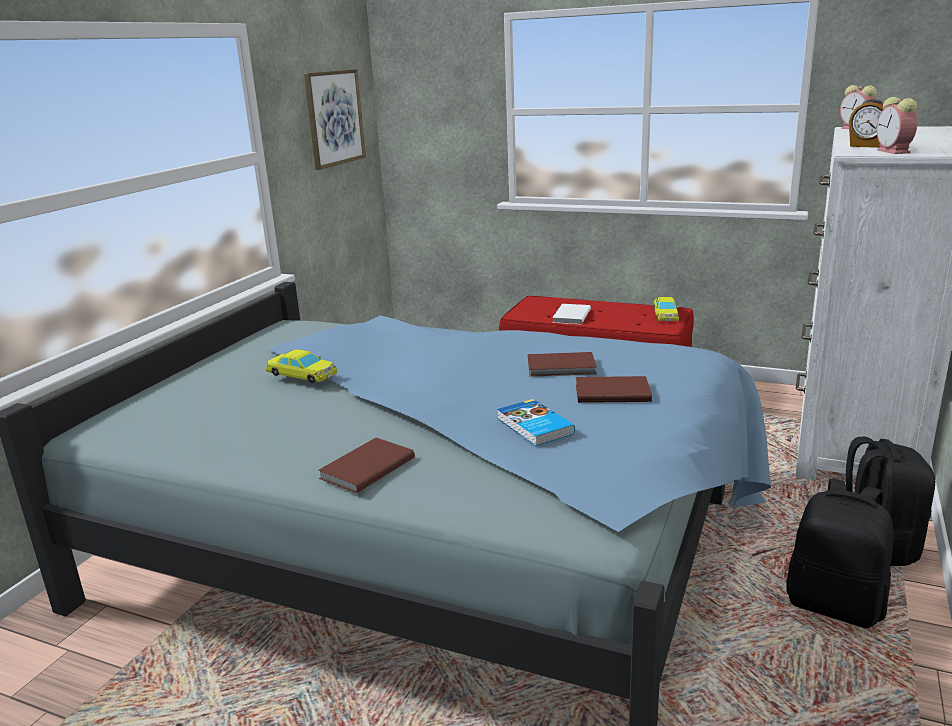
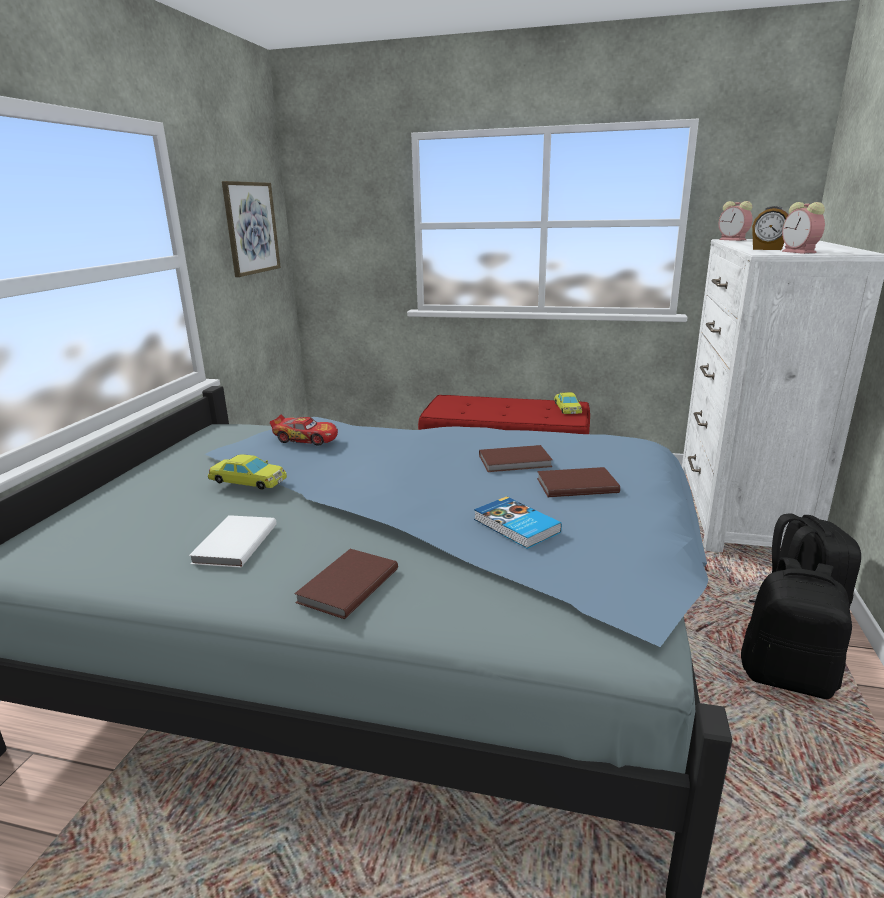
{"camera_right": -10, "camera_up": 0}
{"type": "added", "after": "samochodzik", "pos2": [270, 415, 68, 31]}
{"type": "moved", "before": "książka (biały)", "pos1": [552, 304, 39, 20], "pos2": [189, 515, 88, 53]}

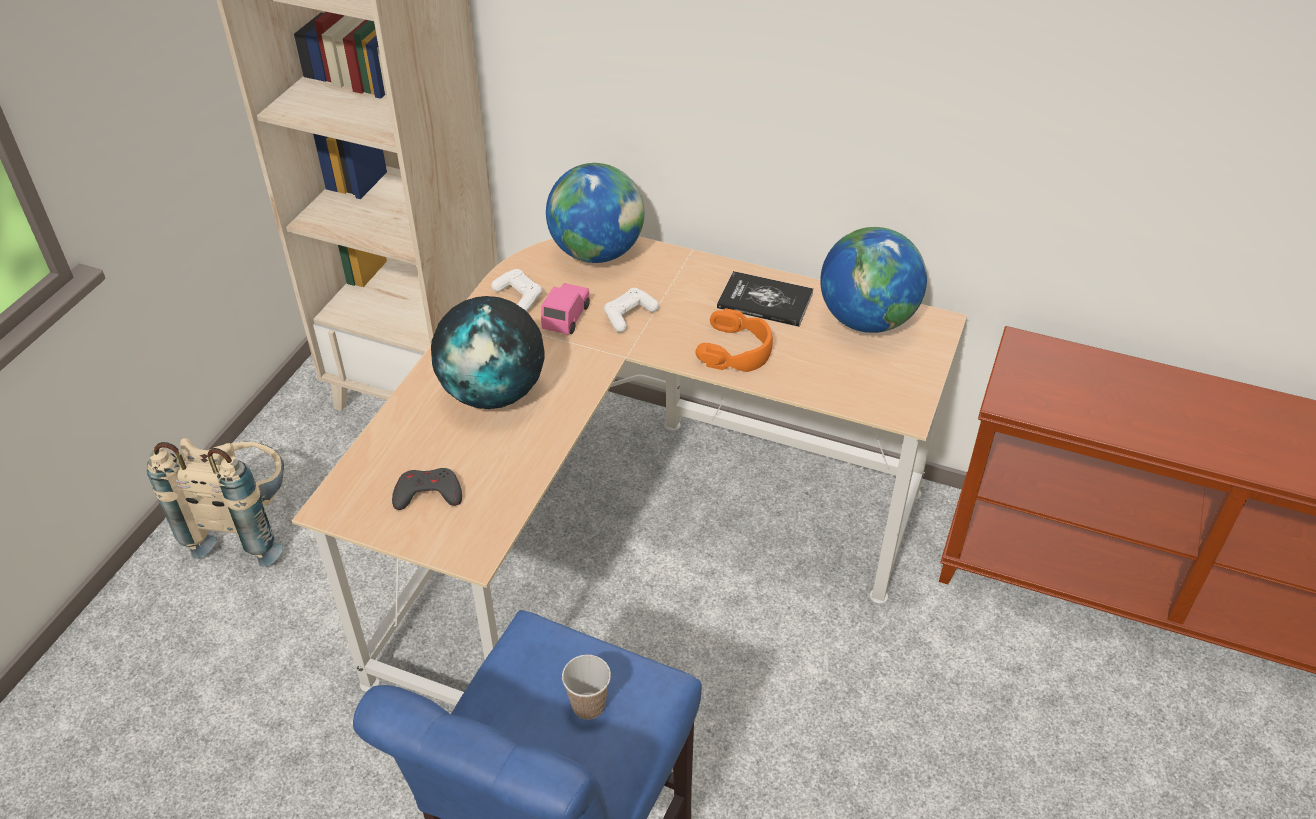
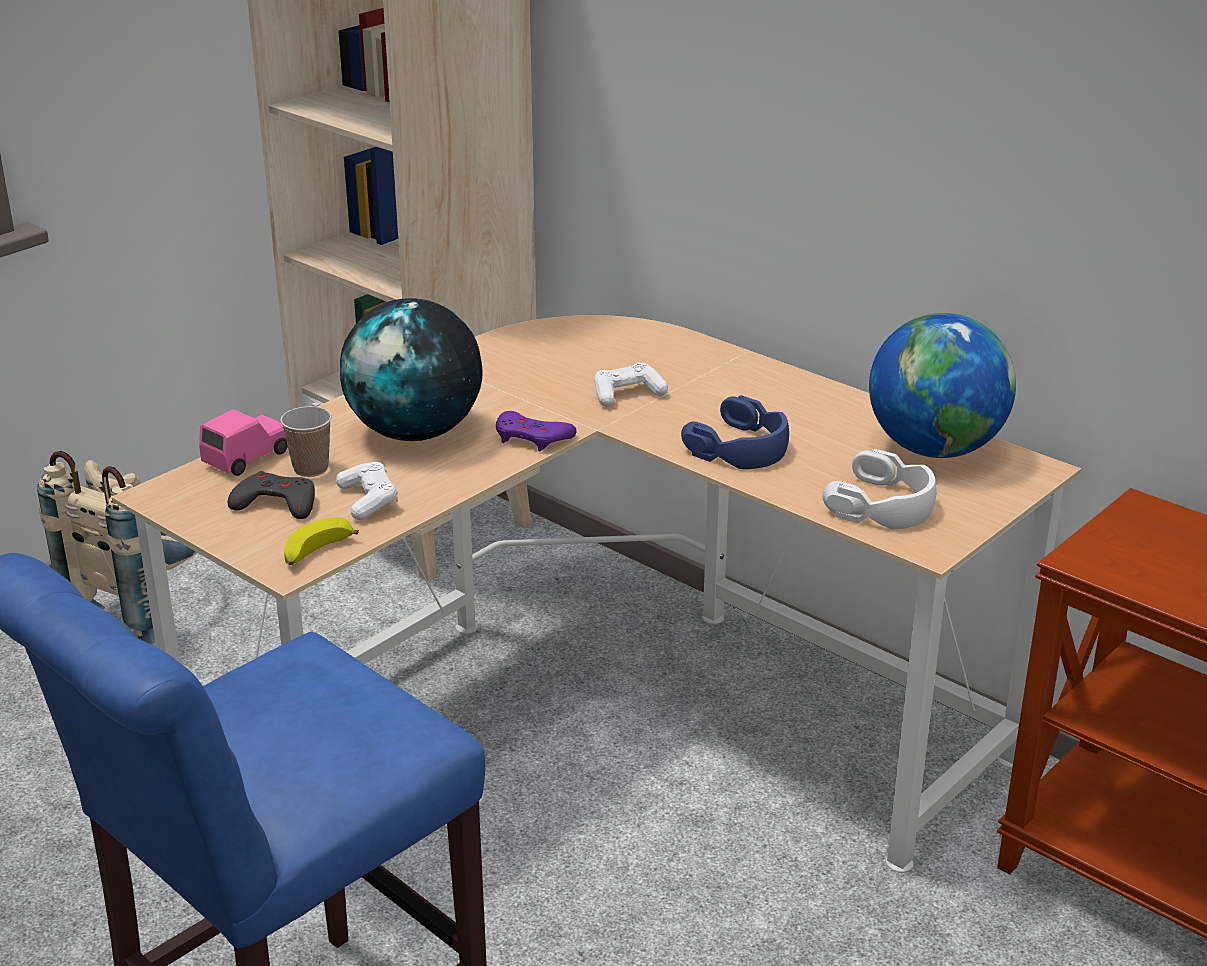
{"camera_right": 20, "camera_up": -15}
{"type": "removed", "before": "globus", "pos1": [546, 163, 98, 100]}
{"type": "removed", "before": "książka", "pos1": [717, 271, 96, 56]}
{"type": "added", "after": "banan", "pos2": [284, 517, 75, 48]}
{"type": "added", "after": "pad do gier (fioletowy)", "pos2": [496, 411, 80, 40]}
{"type": "added", "after": "słuchawki (biały)", "pos2": [822, 449, 114, 80]}
{"type": "moved", "before": "pad do gier (biały)", "pos1": [491, 269, 51, 43], "pos2": [336, 462, 62, 58]}
{"type": "moved", "before": "samochodzik (różowy)", "pos1": [541, 283, 49, 52], "pos2": [199, 409, 89, 67]}
{"type": "moved", "before": "filiżanka", "pos1": [562, 655, 49, 65], "pos2": [280, 406, 52, 71]}
{"type": "recoloured", "before": "słuchawki (pomarańczowy)", "after": "słuchawki (niebieski)", "pos1": [695, 308, 78, 64], "pos2": [681, 396, 108, 73]}

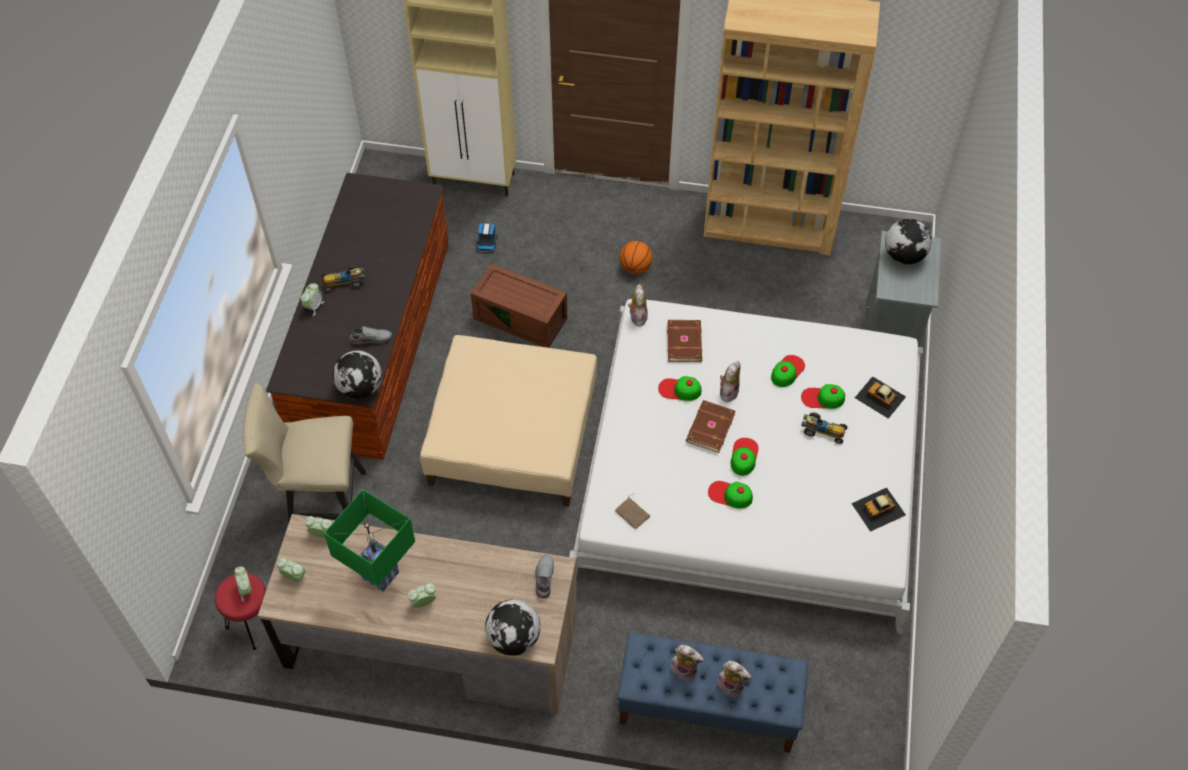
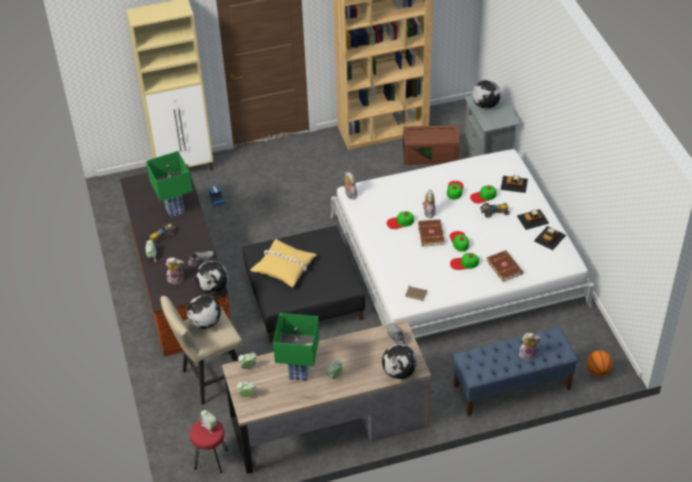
{"camera_right": -25, "camera_up": -10}
{"type": "added", "after": "lampa stołowa (zielony)", "pos2": [146, 151, 47, 66]}
{"type": "added", "after": "globus", "pos2": [187, 295, 34, 34]}
{"type": "added", "after": "poduszka (żółty)", "pos2": [250, 239, 66, 48]}
{"type": "added", "after": "samochodzik", "pos2": [517, 209, 32, 21]}
{"type": "moved", "before": "pojemnik do przechowywania (brązowy)", "pos1": [471, 264, 96, 84], "pos2": [403, 125, 57, 40]}
{"type": "moved", "before": "piłka do koszykówki", "pos1": [619, 241, 33, 33], "pos2": [587, 350, 26, 26]}
{"type": "moved", "before": "książka (brązowy)", "pos1": [667, 320, 35, 42], "pos2": [486, 250, 37, 32]}
{"type": "moved", "before": "pluszak", "pos1": [671, 645, 33, 35], "pos2": [166, 258, 18, 26]}
{"type": "recoloured", "before": "pufa (beżowy)", "after": "pufa (czarny)", "pos1": [420, 335, 177, 172], "pos2": [242, 226, 123, 116]}

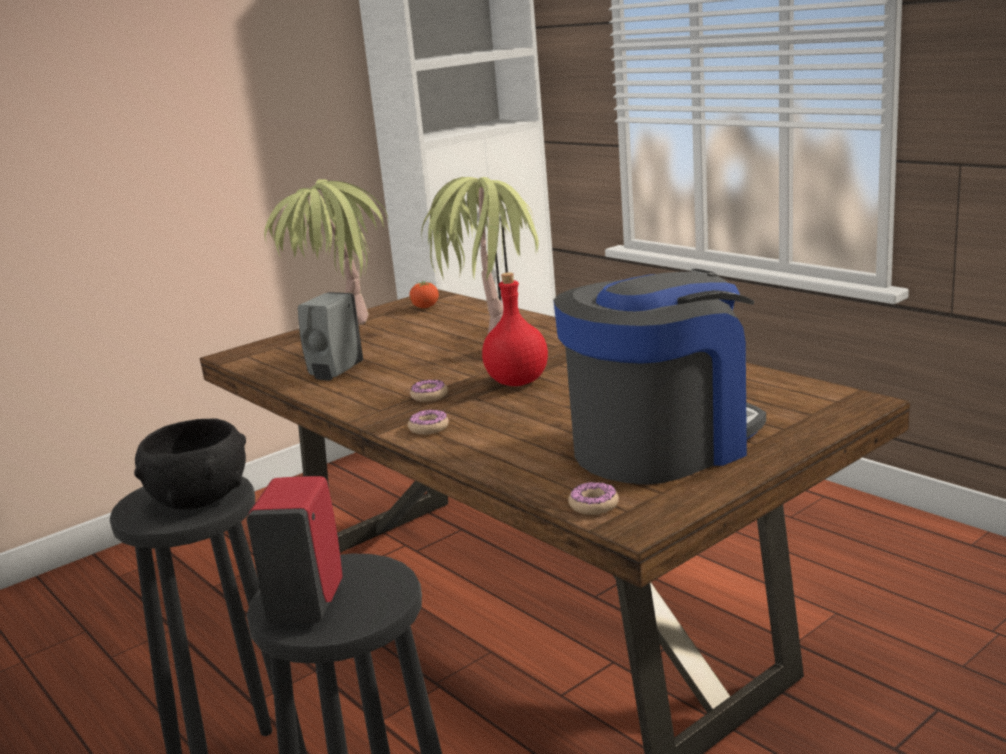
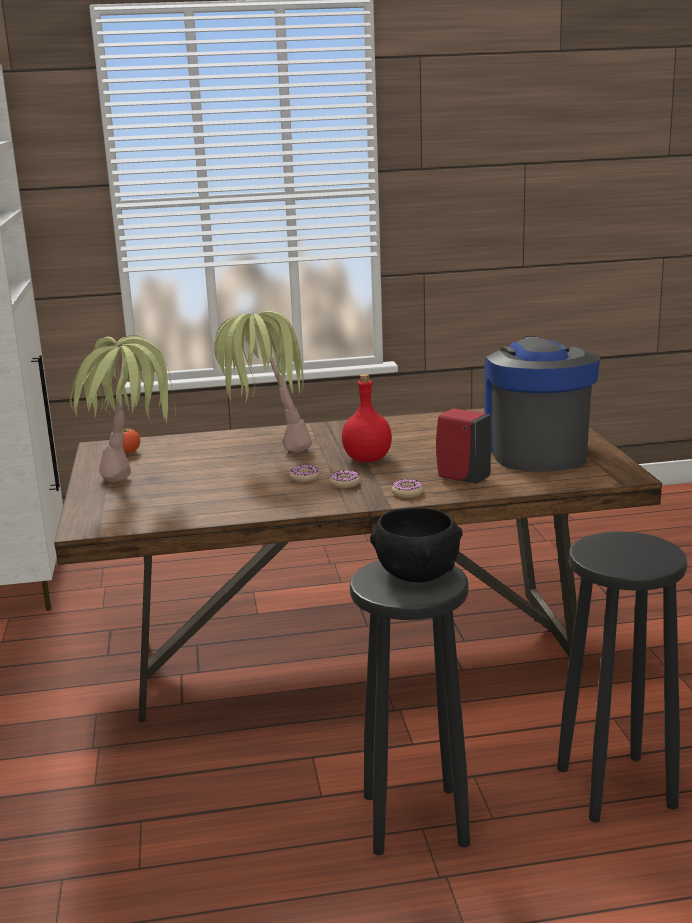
{"camera_right": -60, "camera_up": 0}
{"type": "removed", "before": "dozownik mydła (szary)", "pos1": [298, 292, 65, 89]}
{"type": "moved", "before": "dozownik mydła (czerwony)", "pos1": [247, 476, 96, 148], "pos2": [436, 408, 55, 76]}
{"type": "moved", "before": "donut", "pos1": [568, 482, 51, 33], "pos2": [289, 465, 31, 17]}

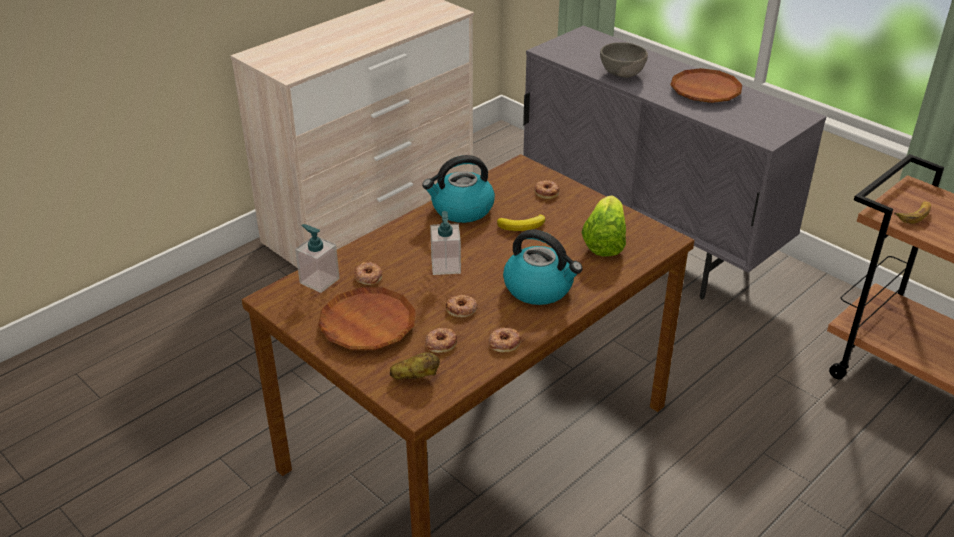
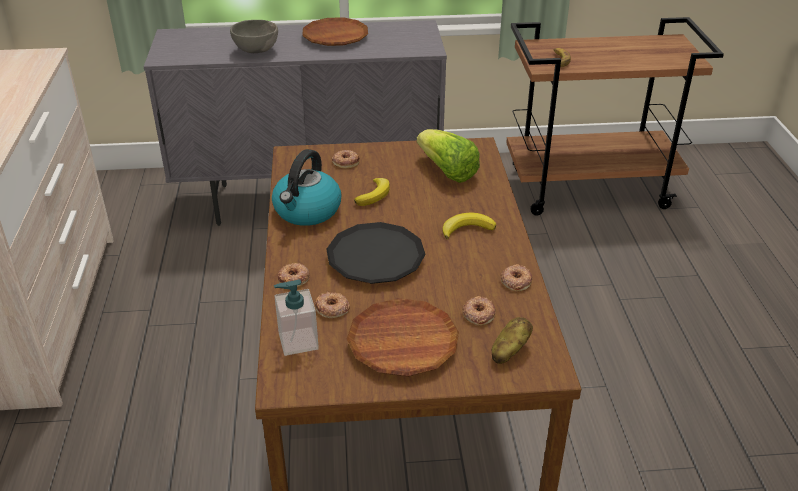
{"camera_right": -50, "camera_up": 0}
{"type": "moved", "before": "donut", "pos1": [446, 295, 32, 22], "pos2": [277, 263, 32, 24]}
{"type": "replaced", "before": "dozownik mydła", "after": "talerz (czarny)", "pos1": [430, 211, 31, 64], "pos2": [326, 222, 100, 62]}
{"type": "replaced", "before": "czajnik", "after": "banan", "pos1": [503, 229, 79, 76], "pos2": [442, 213, 54, 26]}

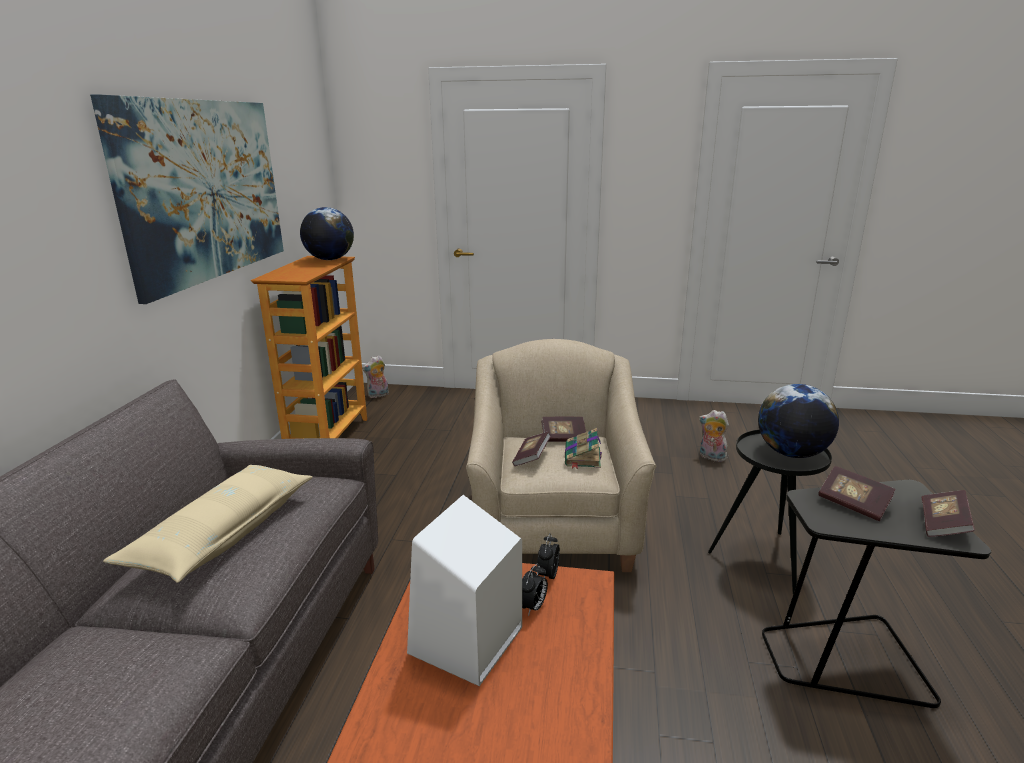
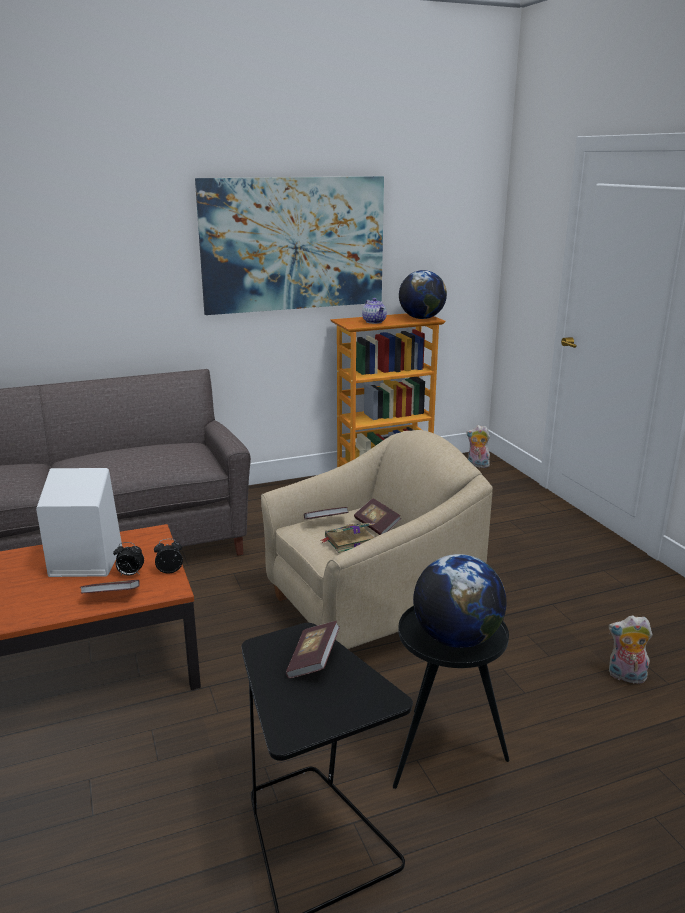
{"camera_right": 60, "camera_up": 0}
{"type": "removed", "before": "poduszka (beżowy)", "pos1": [103, 465, 210, 118]}
{"type": "added", "after": "imbryk", "pos2": [362, 298, 25, 26]}
{"type": "moved", "before": "książka", "pos1": [921, 490, 54, 47], "pos2": [80, 580, 60, 14]}
{"type": "turned", "before": "pluszak", "pos1": [699, 410, 30, 52], "pos2": [609, 615, 44, 69], "turn": -75}

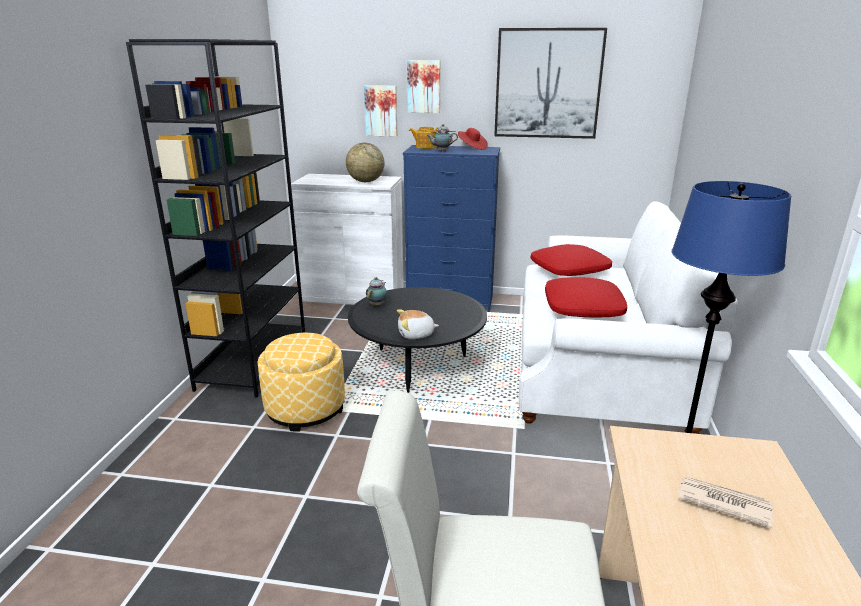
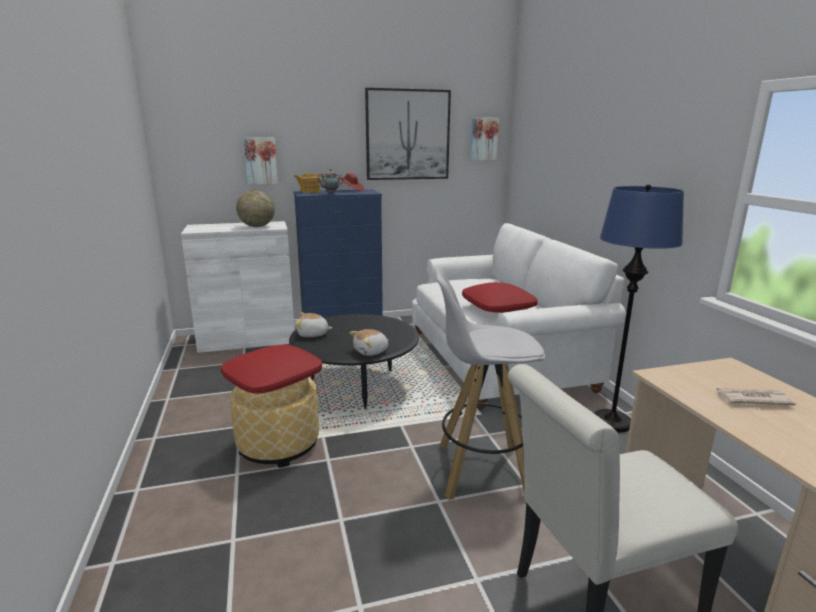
{"camera_right": -25, "camera_up": -5}
{"type": "removed", "before": "regał (czarny)", "pos1": [126, 39, 179, 359]}
{"type": "added", "after": "stołek (biały)", "pos2": [435, 267, 110, 233]}
{"type": "moved", "before": "obraz", "pos1": [407, 60, 33, 53], "pos2": [471, 117, 28, 43]}
{"type": "moved", "before": "poduszka (czerwony)", "pos1": [531, 244, 81, 32], "pos2": [221, 345, 101, 48]}
{"type": "replaced", "before": "imbryk", "after": "pluszak", "pos1": [366, 277, 21, 29], "pos2": [295, 312, 37, 25]}

